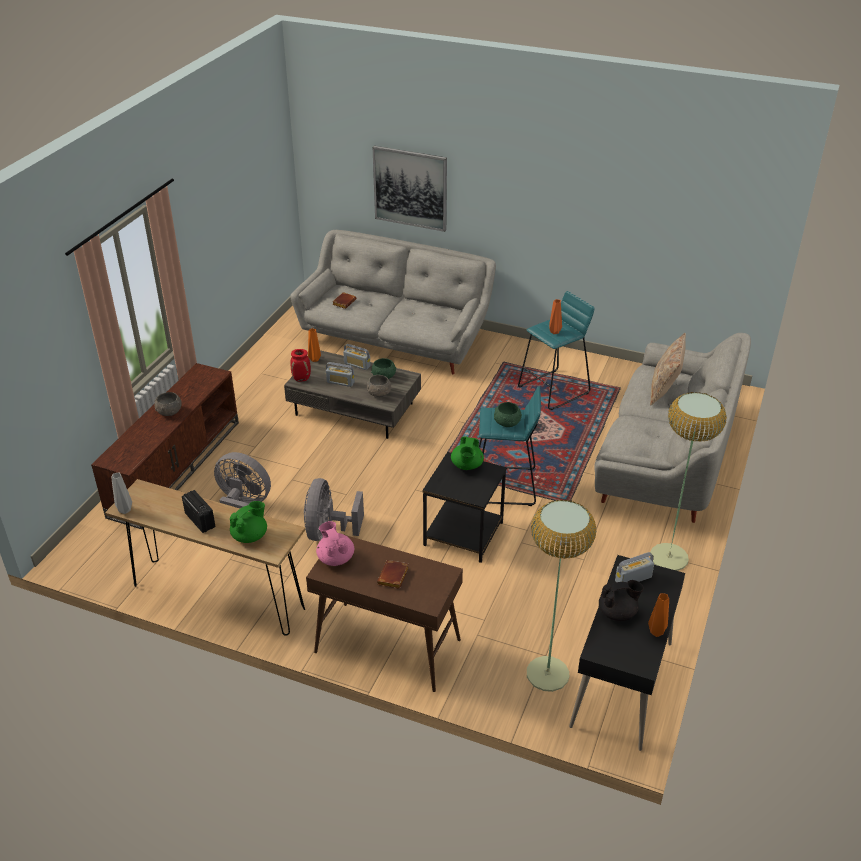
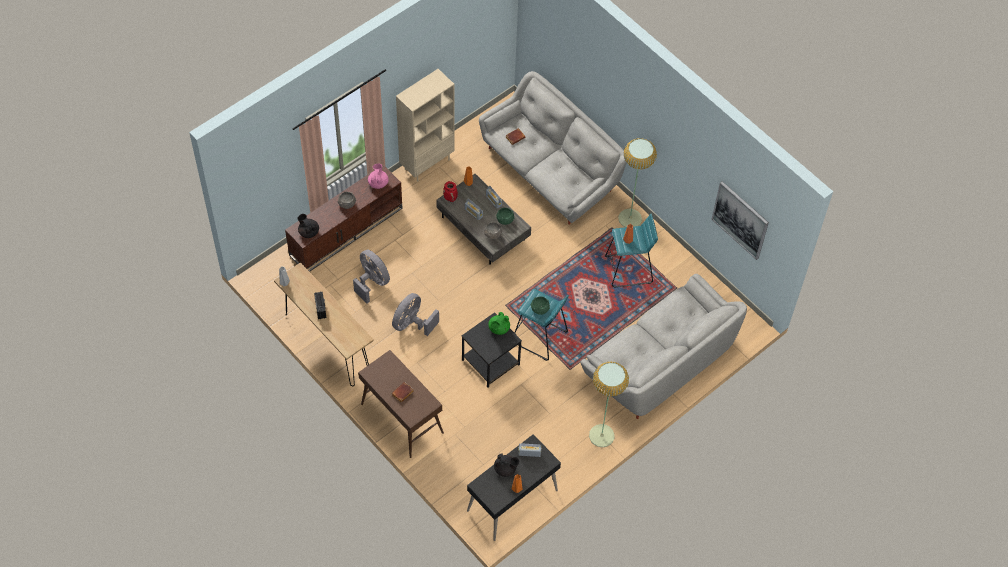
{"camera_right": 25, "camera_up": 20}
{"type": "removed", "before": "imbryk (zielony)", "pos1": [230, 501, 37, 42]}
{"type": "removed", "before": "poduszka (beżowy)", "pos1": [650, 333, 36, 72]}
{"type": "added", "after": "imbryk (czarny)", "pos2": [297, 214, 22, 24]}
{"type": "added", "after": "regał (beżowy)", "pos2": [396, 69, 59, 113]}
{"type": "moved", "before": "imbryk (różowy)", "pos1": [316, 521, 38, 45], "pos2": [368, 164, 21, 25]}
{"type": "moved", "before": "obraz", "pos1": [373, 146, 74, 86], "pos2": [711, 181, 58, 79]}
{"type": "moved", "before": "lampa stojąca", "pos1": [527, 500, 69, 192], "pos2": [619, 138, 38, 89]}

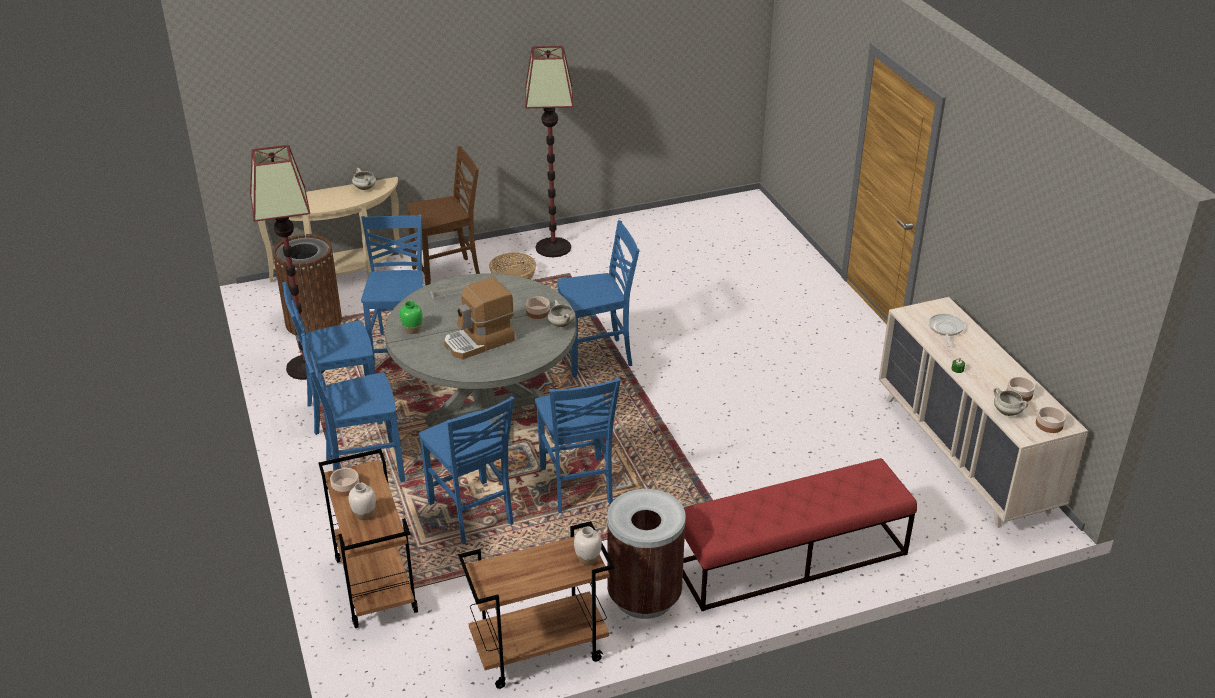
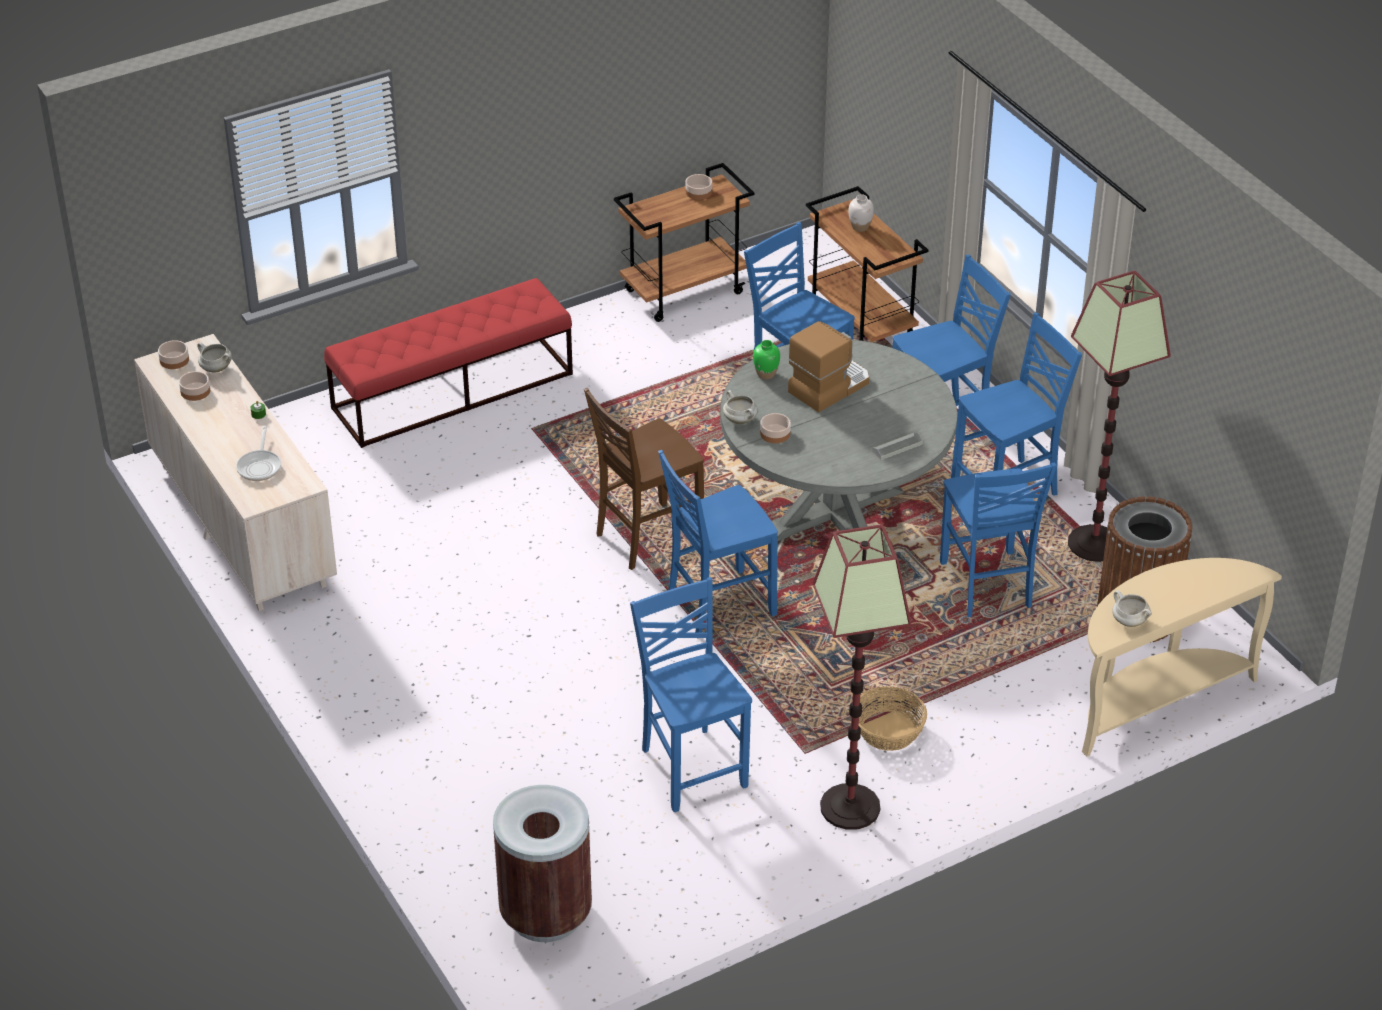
{"camera_right": 170, "camera_up": 5}
{"type": "removed", "before": "wazon (biały)", "pos1": [574, 527, 28, 38]}
{"type": "moved", "before": "miska", "pos1": [330, 468, 30, 28], "pos2": [685, 174, 27, 26]}
{"type": "moved", "before": "wazon (zielony)", "pos1": [400, 301, 23, 33], "pos2": [753, 340, 27, 40]}
{"type": "moved", "before": "krzesło (brązowy)", "pos1": [407, 146, 73, 140], "pos2": [584, 388, 120, 182]}
{"type": "moved", "before": "krzesło (niebieski)", "pos1": [535, 378, 86, 135], "pos2": [630, 577, 122, 235]}
{"type": "moved", "before": "kosz na śmieci (brązowy)", "pos1": [607, 489, 79, 130], "pos2": [493, 785, 99, 157]}

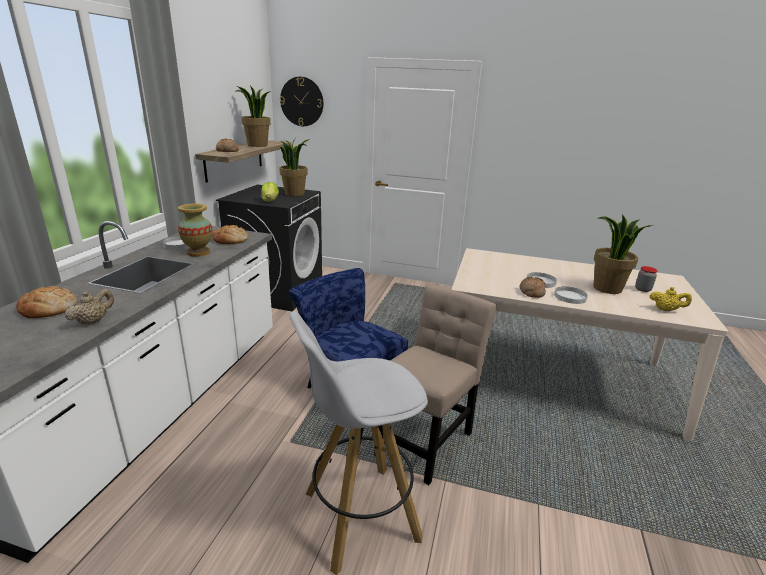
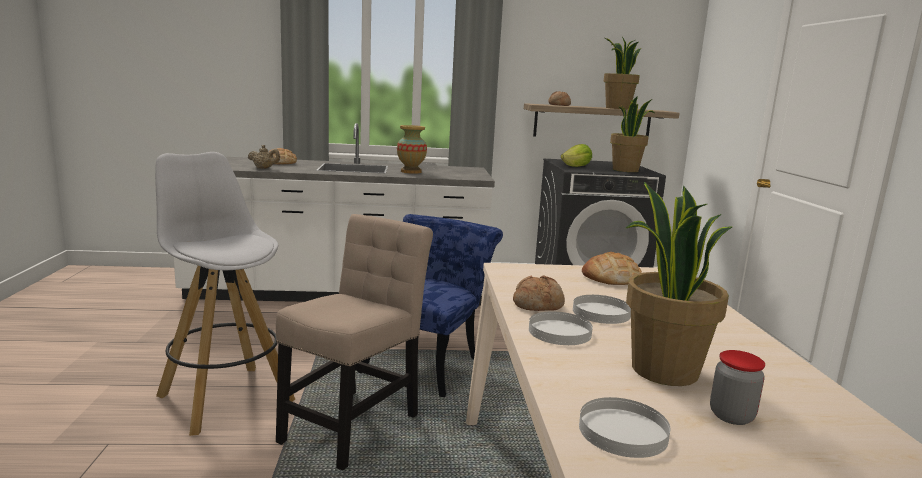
{"camera_right": 70, "camera_up": -10}
{"type": "removed", "before": "zegar ścienny", "pos1": [280, 77, 43, 49]}
{"type": "moved", "before": "chleb", "pos1": [212, 225, 37, 19], "pos2": [582, 252, 60, 33]}
{"type": "replaced", "before": "imbryk (żółty)", "after": "talerz (biały)", "pos1": [650, 287, 42, 24], "pos2": [579, 397, 92, 61]}
{"type": "turned", "before": "krzesło (beżowy)", "pos1": [374, 284, 122, 201], "pos2": [276, 214, 157, 257], "turn": -75}

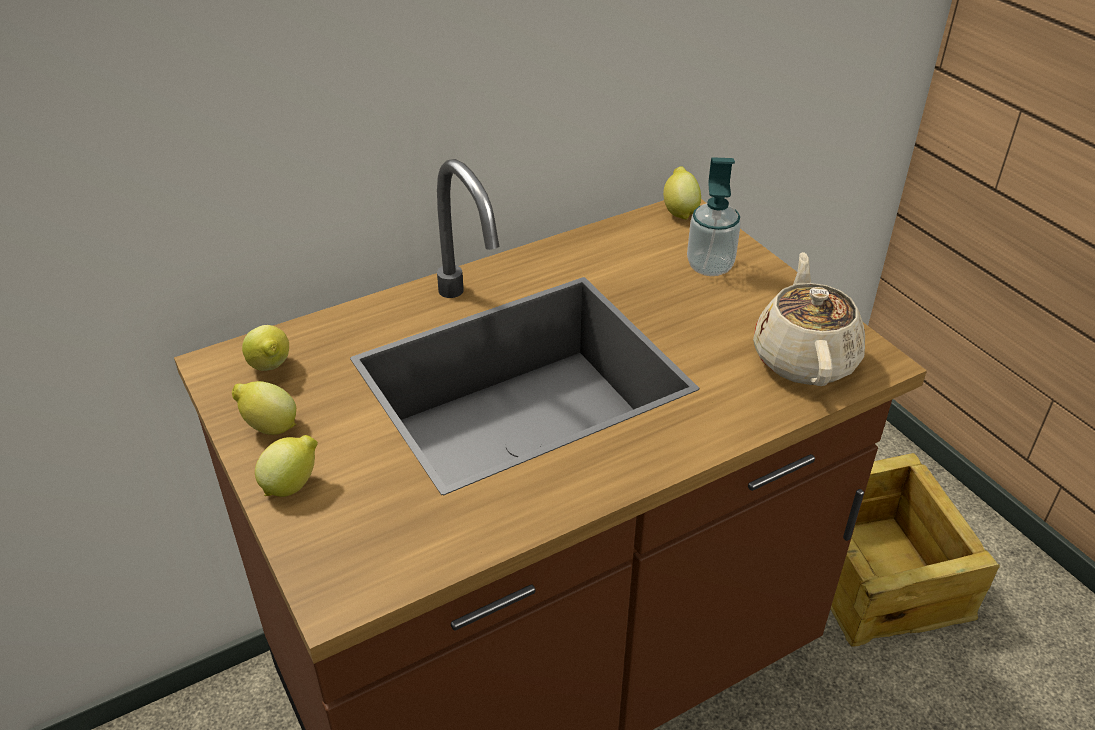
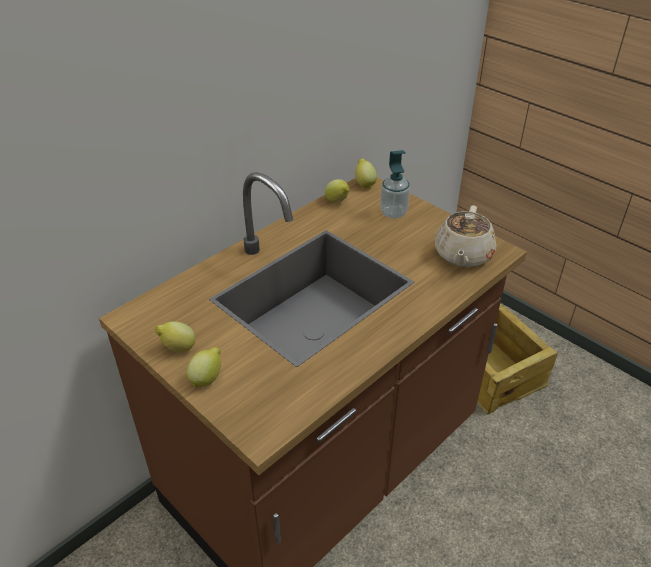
{"camera_right": -15, "camera_up": 0}
{"type": "moved", "before": "cytryna", "pos1": [242, 325, 47, 46], "pos2": [325, 179, 24, 24]}
{"type": "turned", "before": "imbryk (beżowy)", "pos1": [753, 252, 112, 134], "pos2": [435, 205, 61, 62], "turn": -150}

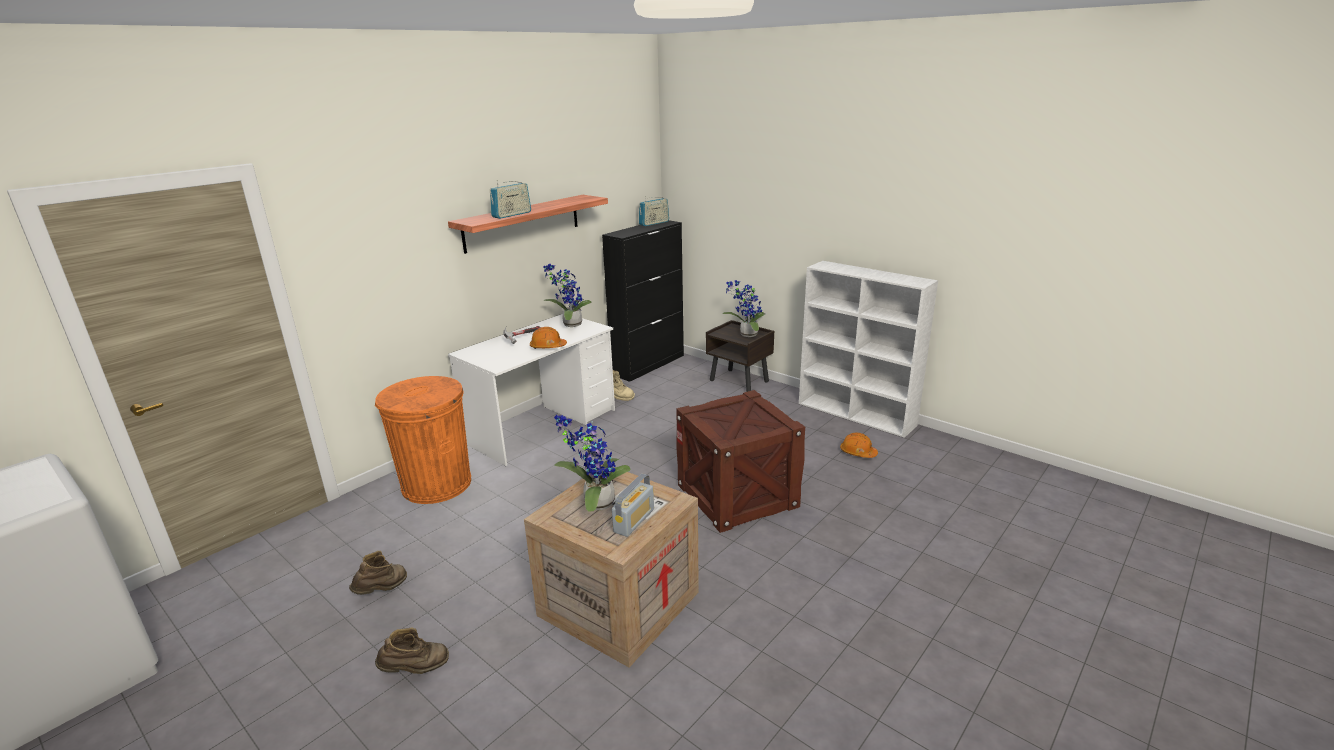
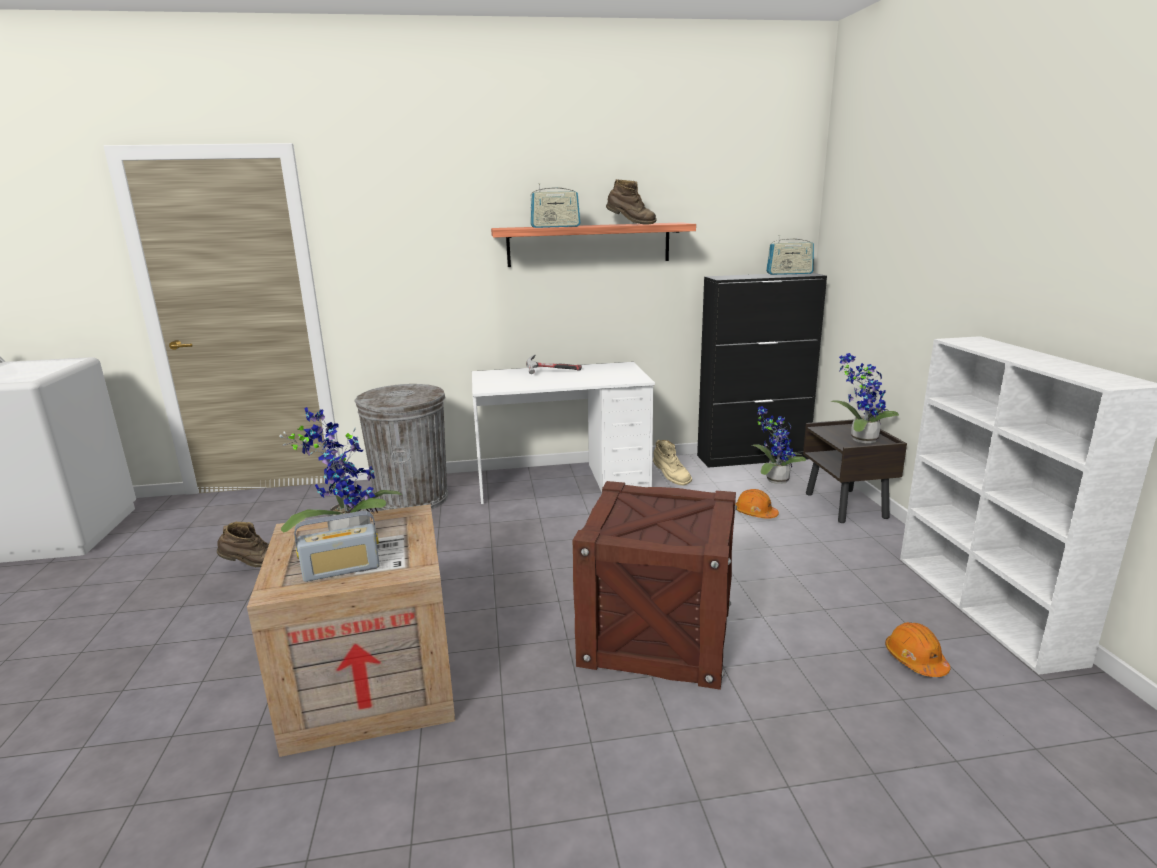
{"camera_right": 40, "camera_up": -5}
{"type": "moved", "before": "but z cholewką (brązowy)", "pos1": [375, 628, 74, 46], "pos2": [606, 179, 51, 46]}
{"type": "moved", "before": "kask (pomarańczowy)", "pos1": [530, 327, 37, 22], "pos2": [735, 489, 44, 30]}
{"type": "moved", "before": "roślina doniczkowa", "pos1": [543, 264, 49, 63], "pos2": [752, 406, 54, 78]}
{"type": "recoloured", "before": "kosz na śmieci (pomarańczowy)", "after": "kosz na śmieci (szary)", "pos1": [375, 376, 96, 128], "pos2": [355, 384, 93, 127]}

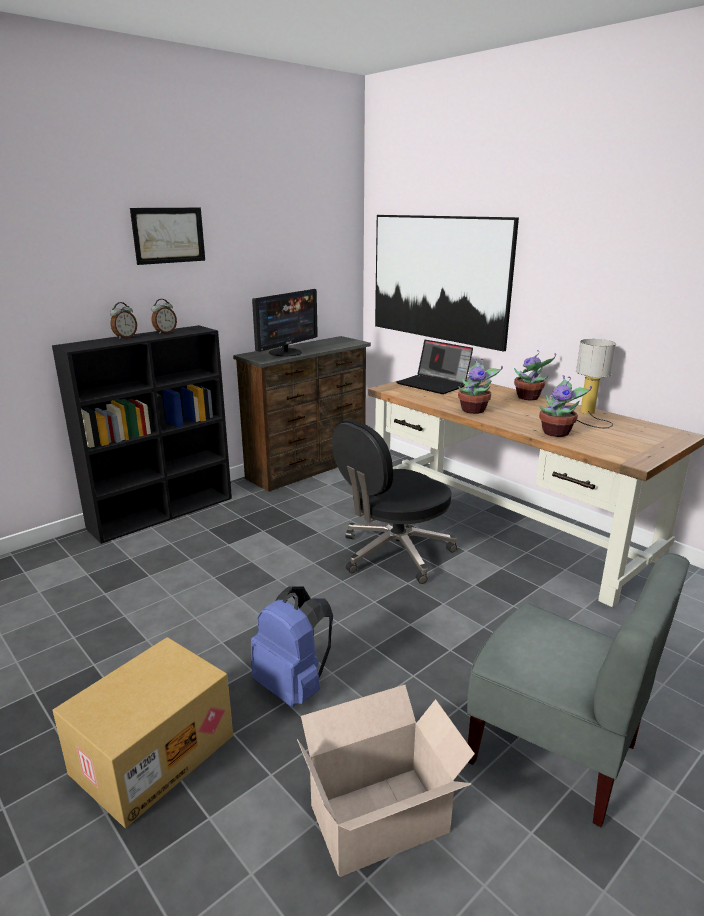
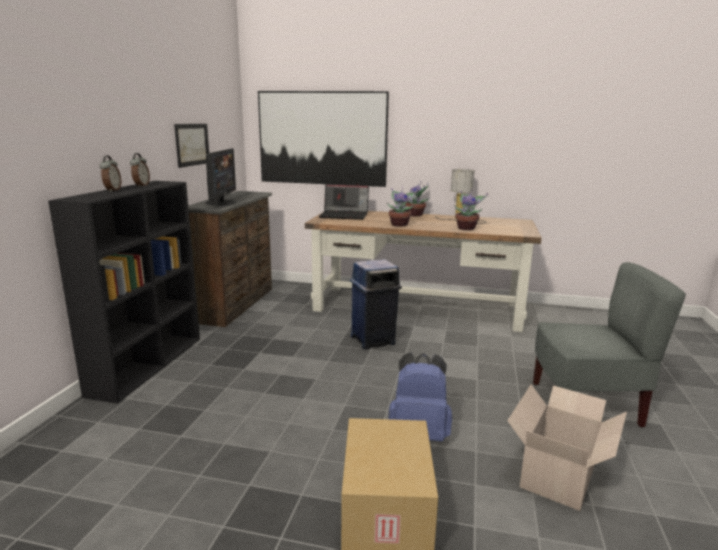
{"camera_right": -35, "camera_up": -5}
{"type": "moved", "before": "obraz", "pos1": [130, 208, 75, 57], "pos2": [174, 124, 35, 44]}
{"type": "replaced", "before": "krzesło biurowe (czarny)", "after": "kosz na śmieci (niebieski)", "pos1": [332, 419, 125, 165], "pos2": [350, 259, 52, 91]}

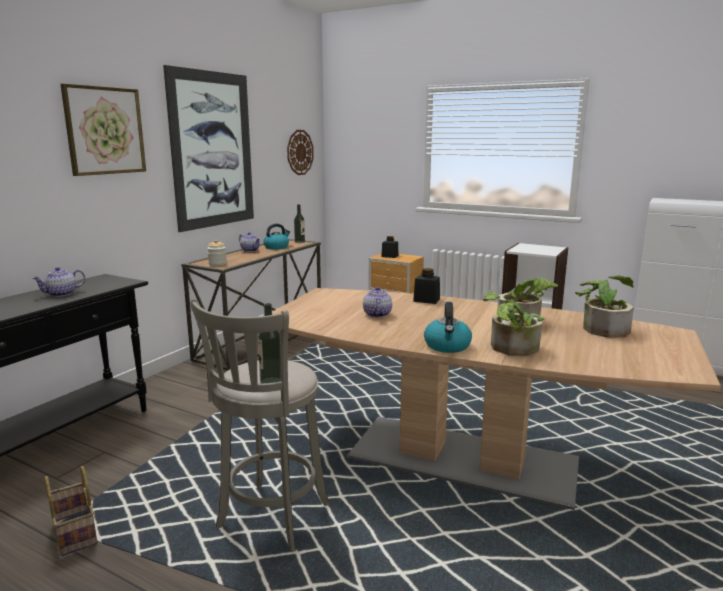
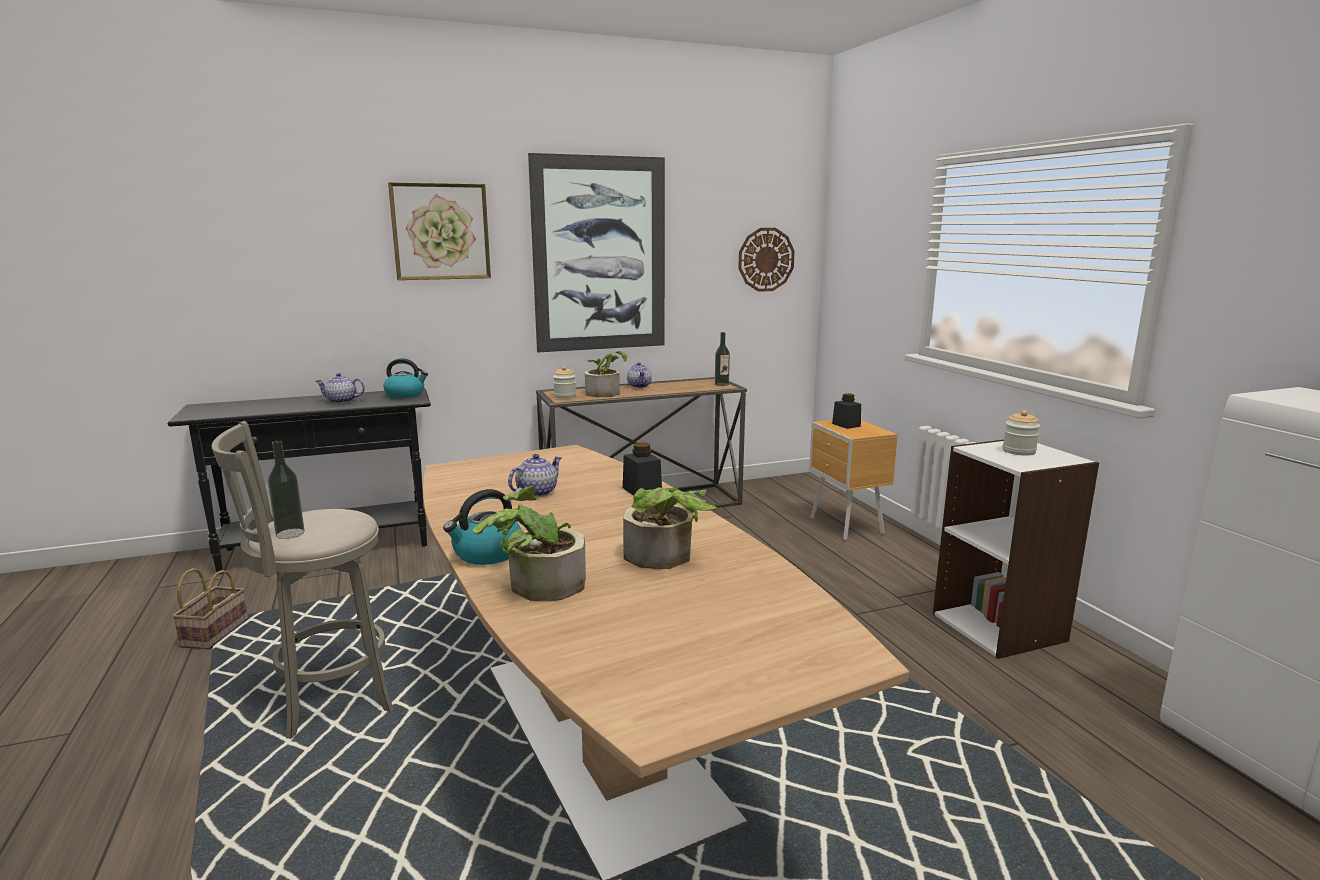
{"camera_right": 40, "camera_up": 0}
{"type": "added", "after": "słoik", "pos2": [1003, 410, 37, 46]}
{"type": "moved", "before": "czajnik", "pos1": [263, 223, 27, 27], "pos2": [383, 358, 45, 40]}
{"type": "moved", "before": "roślina doniczkowa", "pos1": [575, 275, 59, 63], "pos2": [585, 351, 42, 46]}

